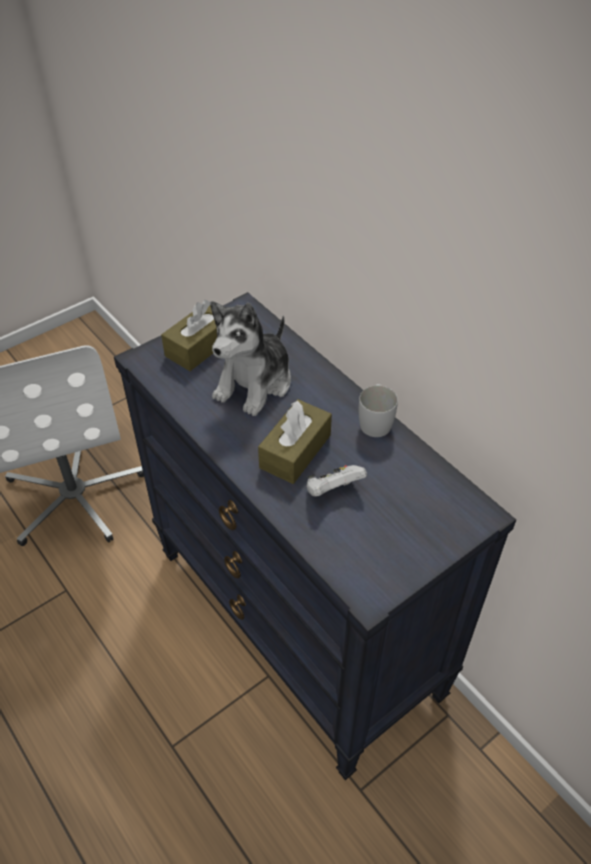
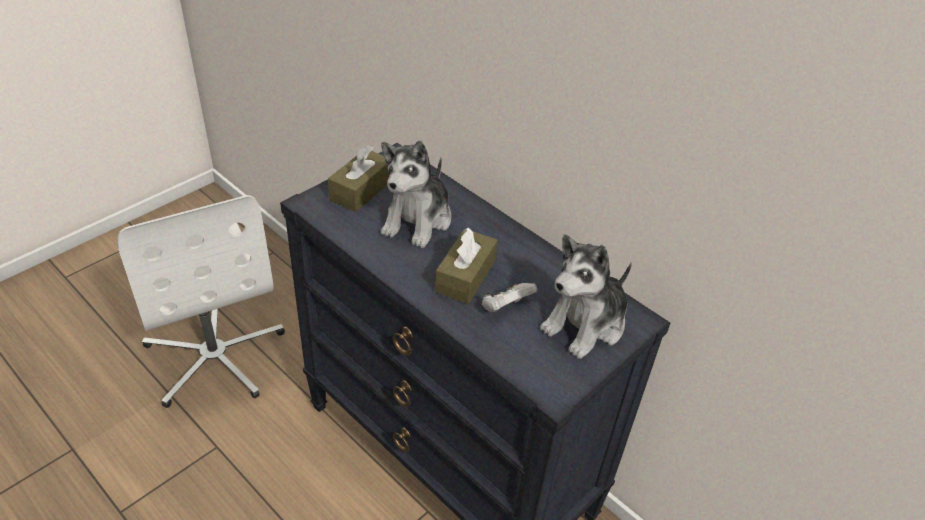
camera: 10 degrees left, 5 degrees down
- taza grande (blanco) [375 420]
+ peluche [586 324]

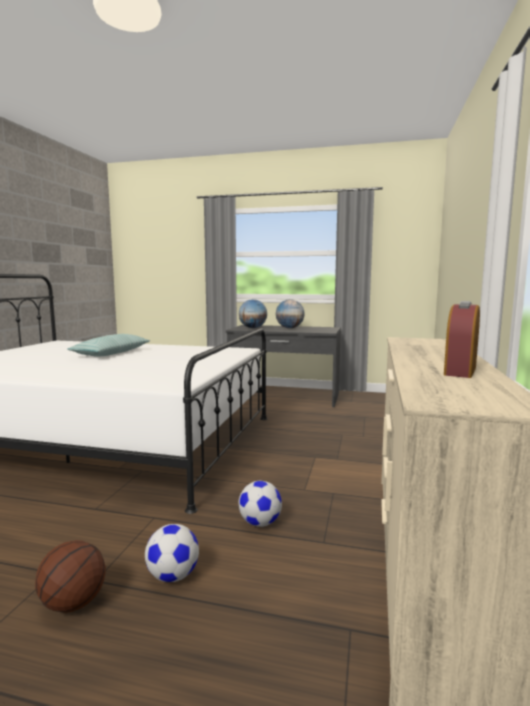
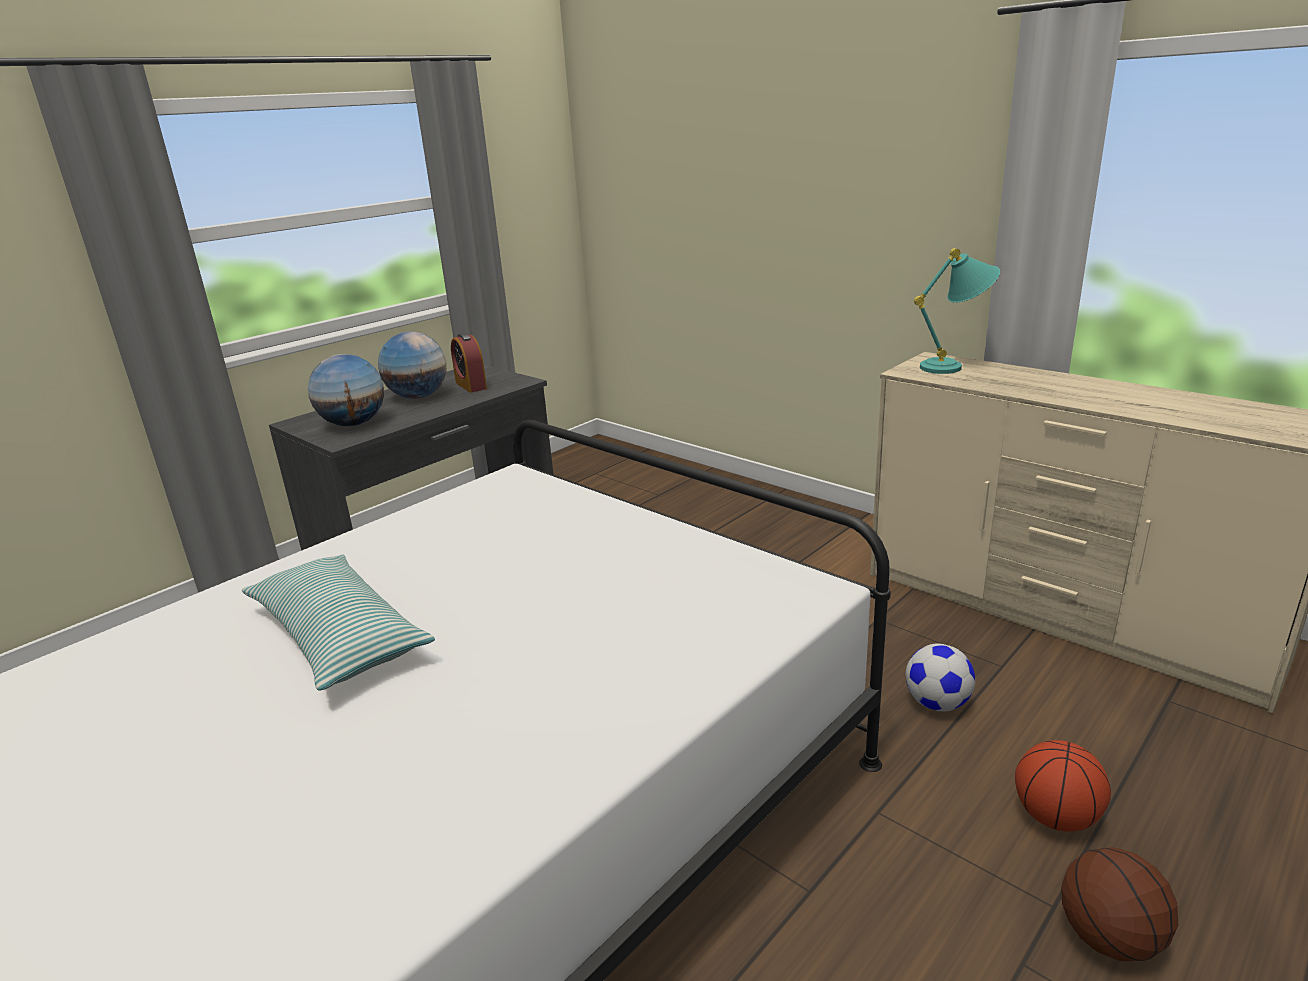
camera: 60 degrees left, 15 degrees up
~ balón de fútbol [172 576] to balón de baloncesto [1055 817]
~ despertador [460 371] to [471 385]
+ lámpara de mesa (turquesa) [955 366]

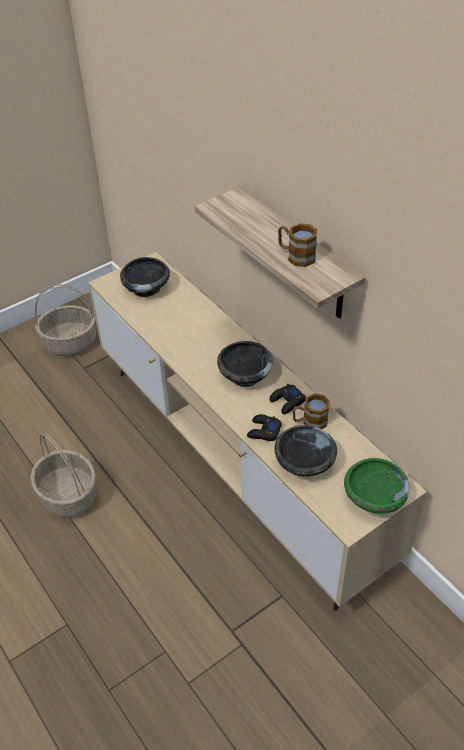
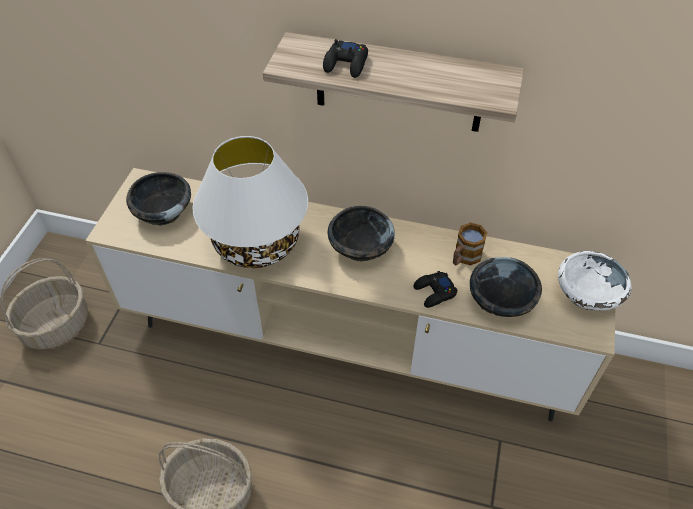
camera: 40 degrees left, 5 degrees up
~ mando de consola (negro) [287 402] to [346 64]
- taza grande [296 256]
~ cuenco (verde) [374 498] to cuenco (blanco) [586 294]
+ lámpara de mesa (blanco) [257 242]

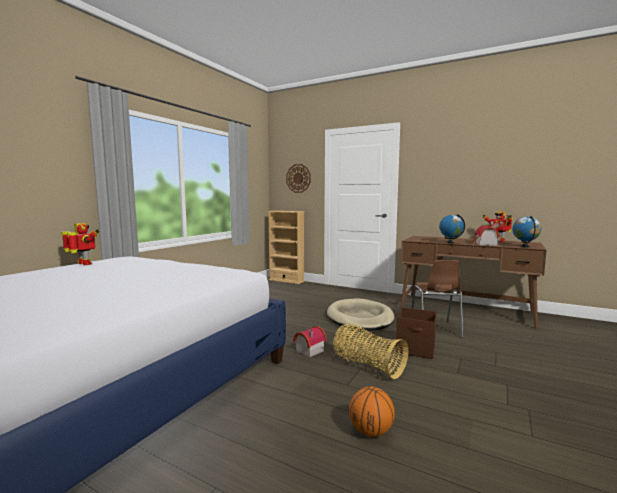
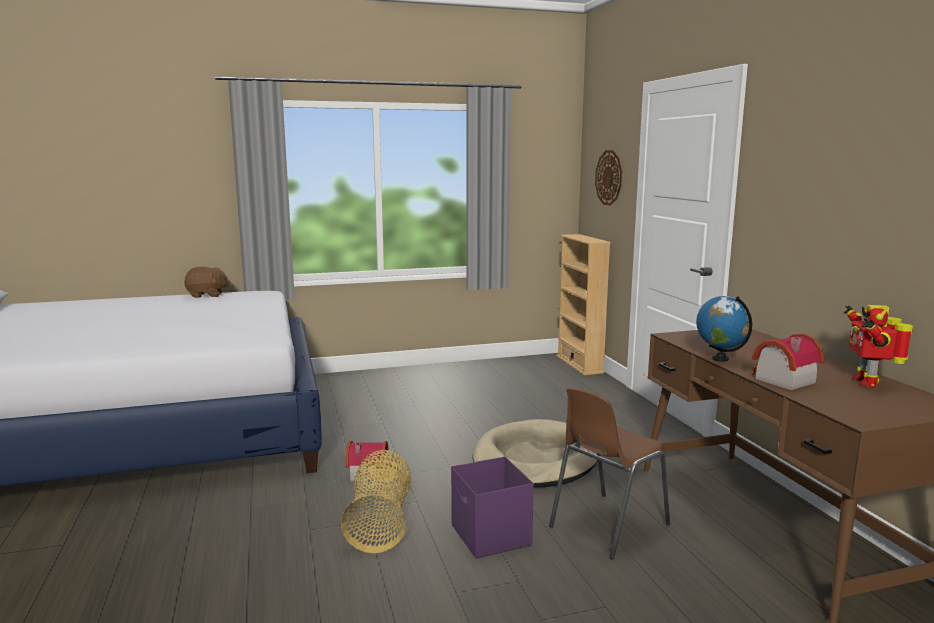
camera: 45 degrees right, 5 degrees up
~ robot de juguete [83 264] to peluche (marrón) [207 295]
- balón de baloncesto [370 431]
~ caja de almacenaje (marrón) [416 349] to caja de almacenaje (morado) [490 536]
- globo terráqueo [525 247]

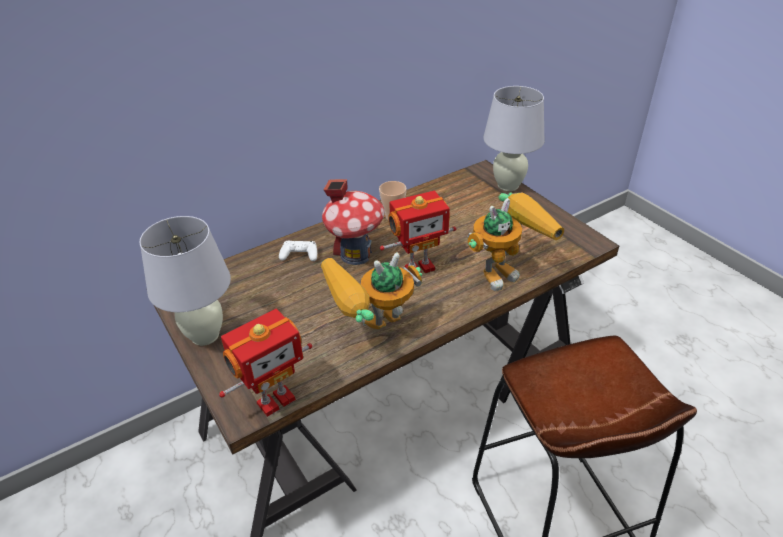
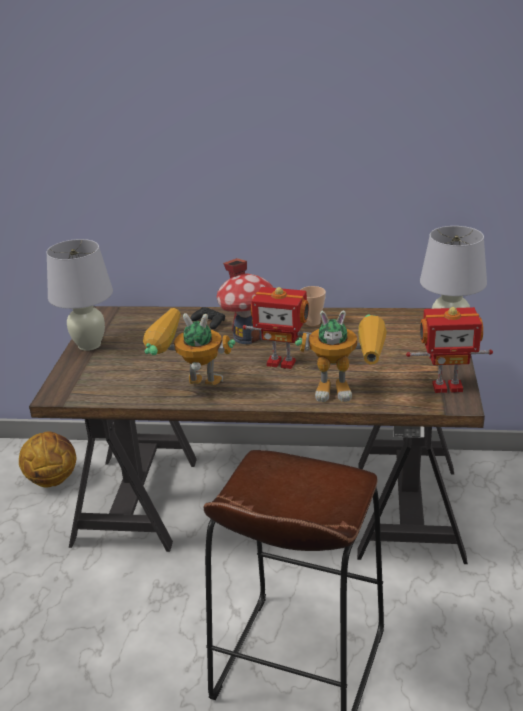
camera: 40 degrees right, 10 degrees down
~ robot de juguete [274 399] to [447 386]
~ mando de consola (blanco) [299 255] to mando de consola (negro) [209 322]
+ balón de baloncesto [52 479]

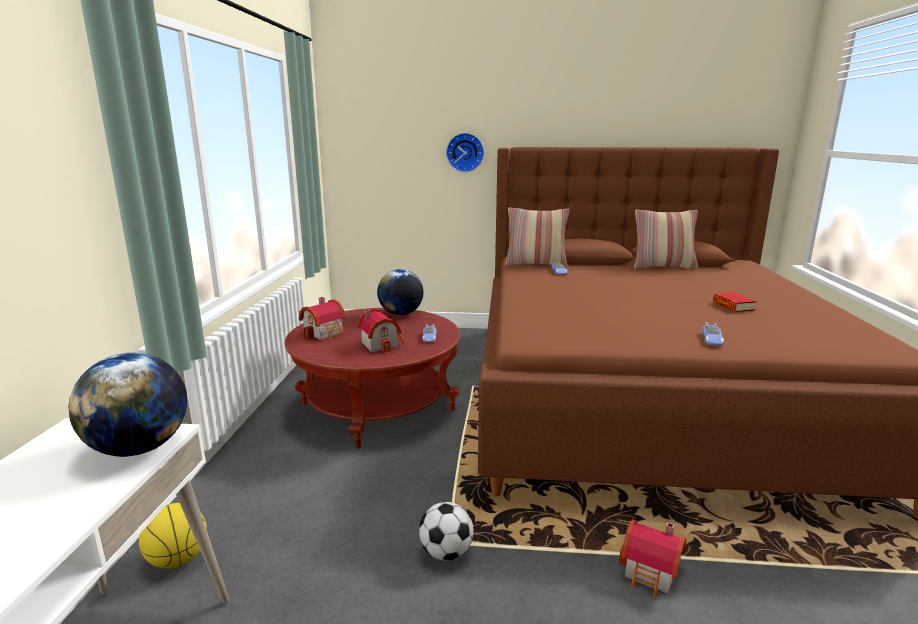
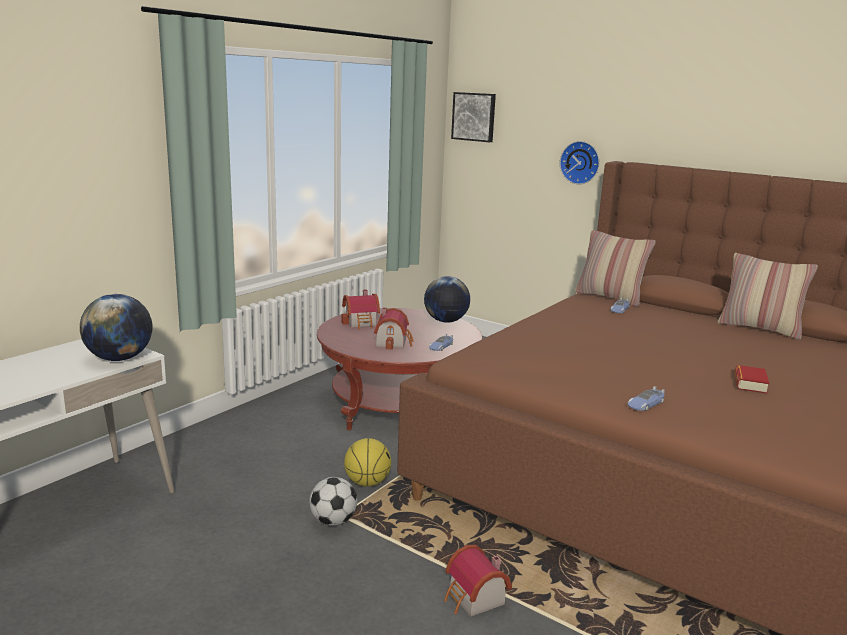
camera: 30 degrees right, 0 degrees up
~ balón de baloncesto [178 559] to [367 482]
+ cuadro [474 116]

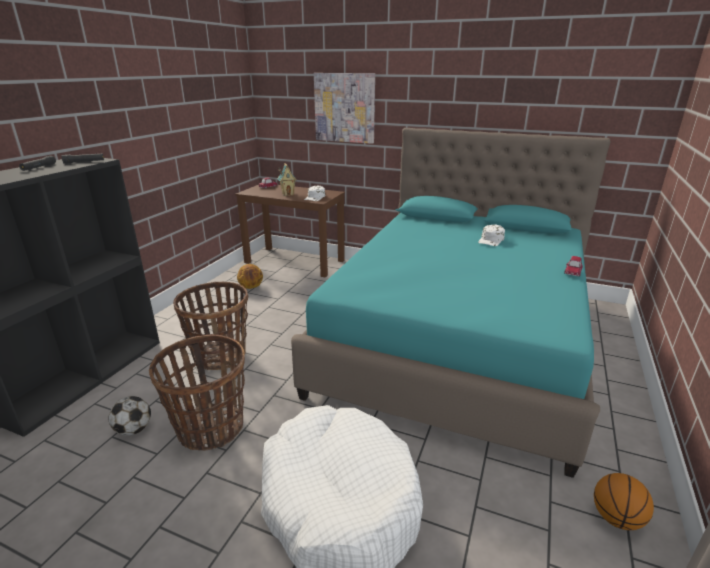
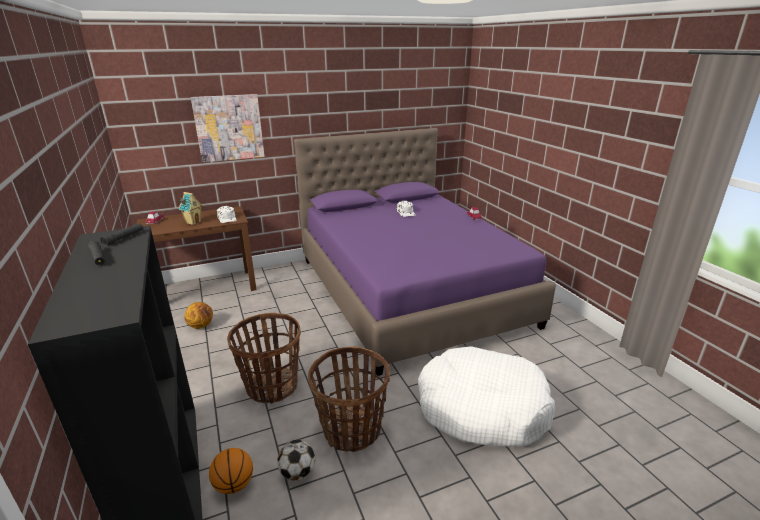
camera: 45 degrees left, 0 degrees up
~ cama (turquesa) [458 339] to cama (morado) [409 290]
~ balón de baloncesto [616 518] to [234 485]

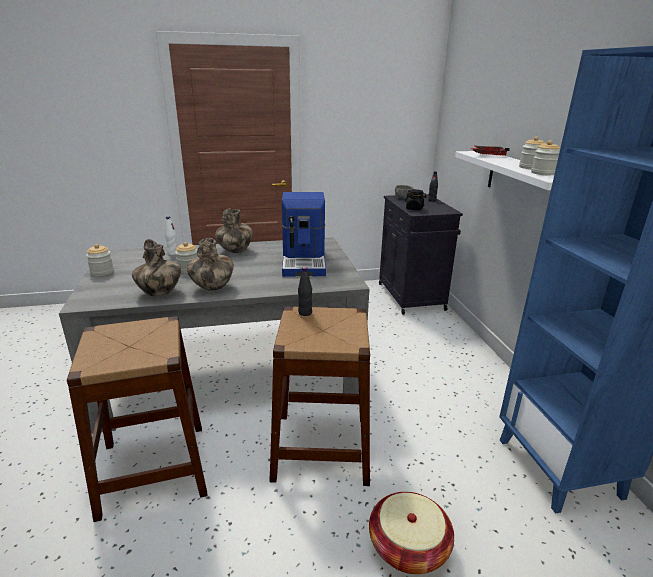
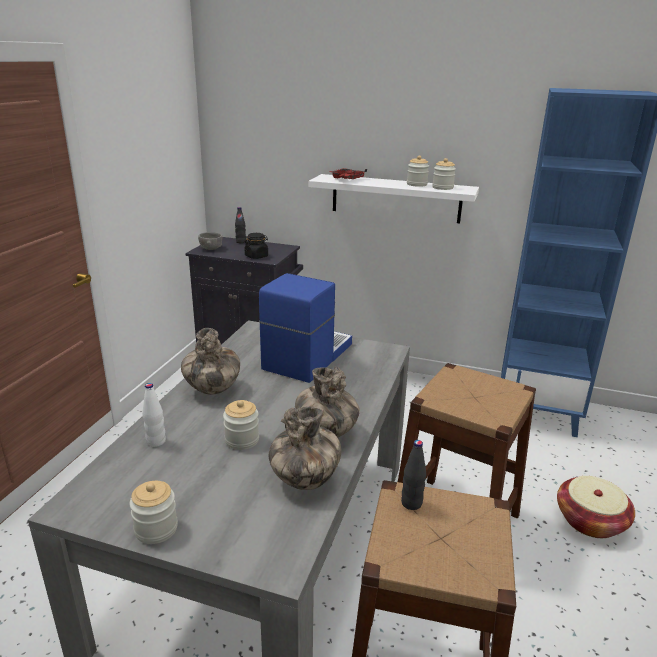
camera: 60 degrees left, 0 degrees up
~ cafetera [304 262] = [306 356] 90 degrees counterclockwise
~ botella (negro) [305 313] to [411 503]

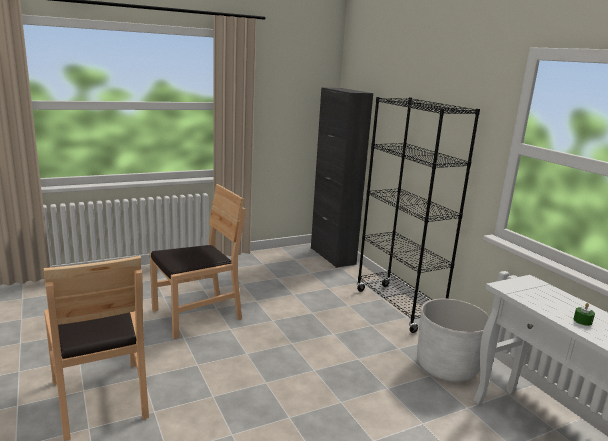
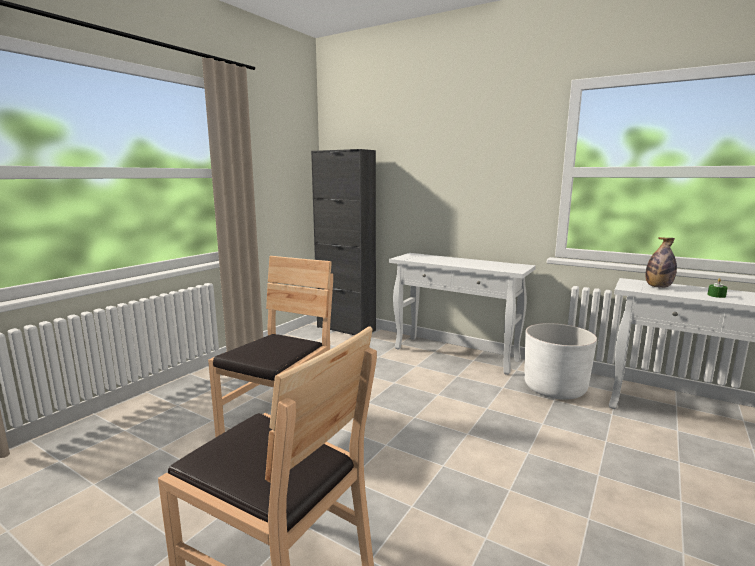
camera: 30 degrees left, 5 degrees down
~ estantería (negro) [398 307] to mesa consola (blanco) [456 354]
+ botella [658 287]

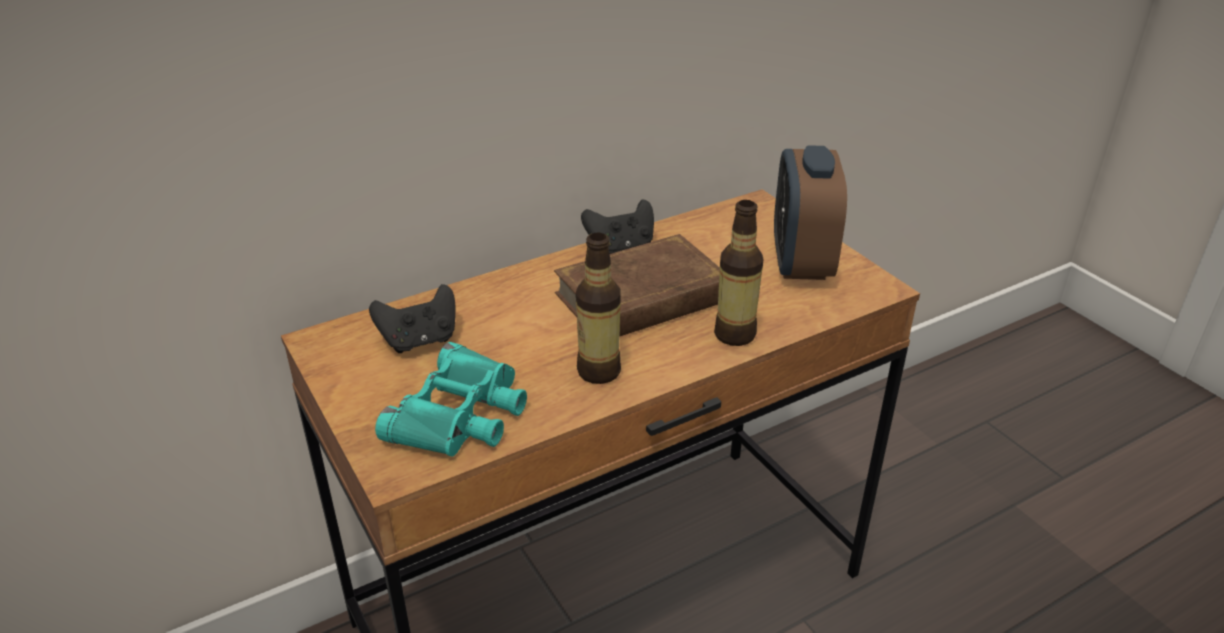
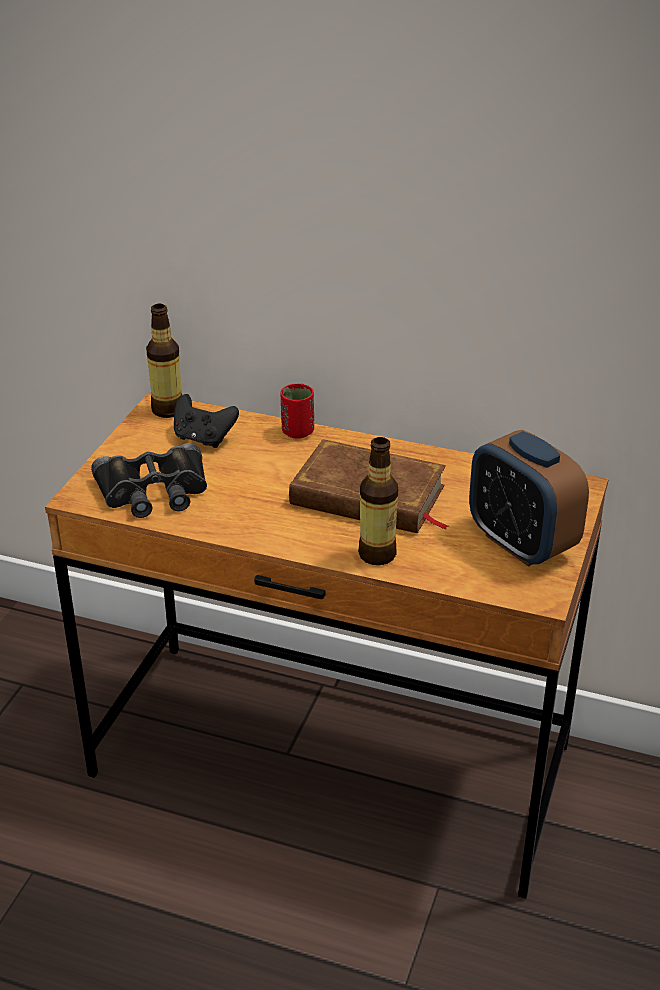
camera: 50 degrees right, 0 degrees up
~ prismáticos (turquesa) [461 414] to prismáticos (negro) [154 491]
~ botella [599 371] to [167 410]
- mando de consola (negro) [621 247]
~ despertador [801 262] = [521 543] 90 degrees counterclockwise
+ taza (rojo) [297 432]

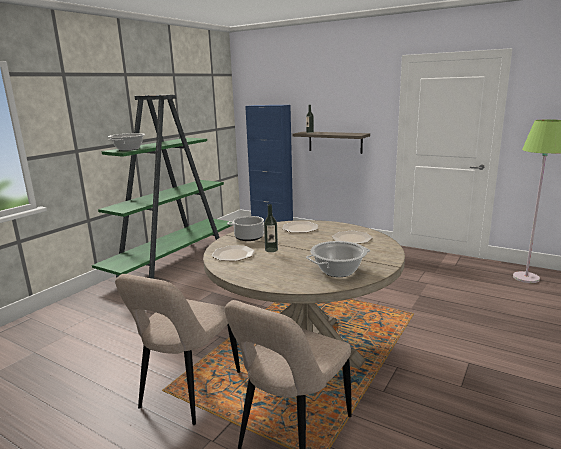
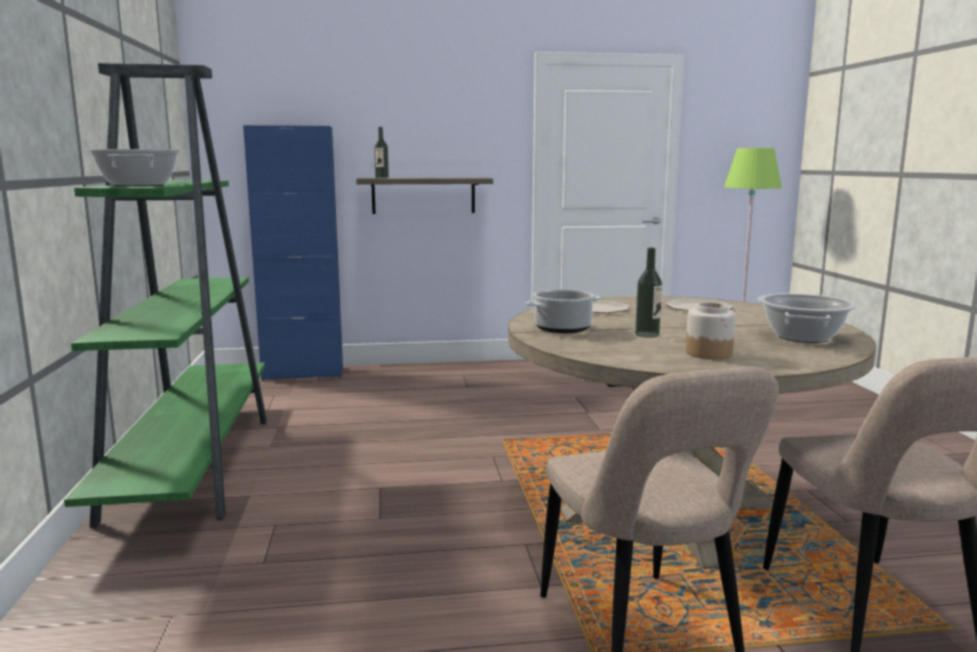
camera: 40 degrees left, 5 degrees down
- plato [233 254]
+ tarro [709 353]

